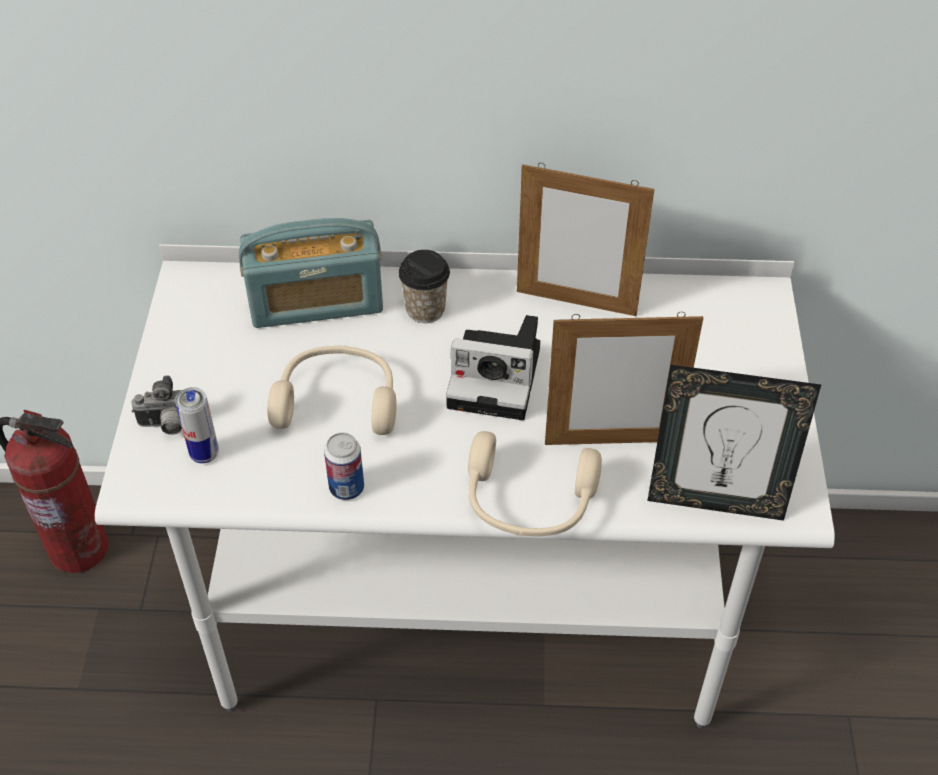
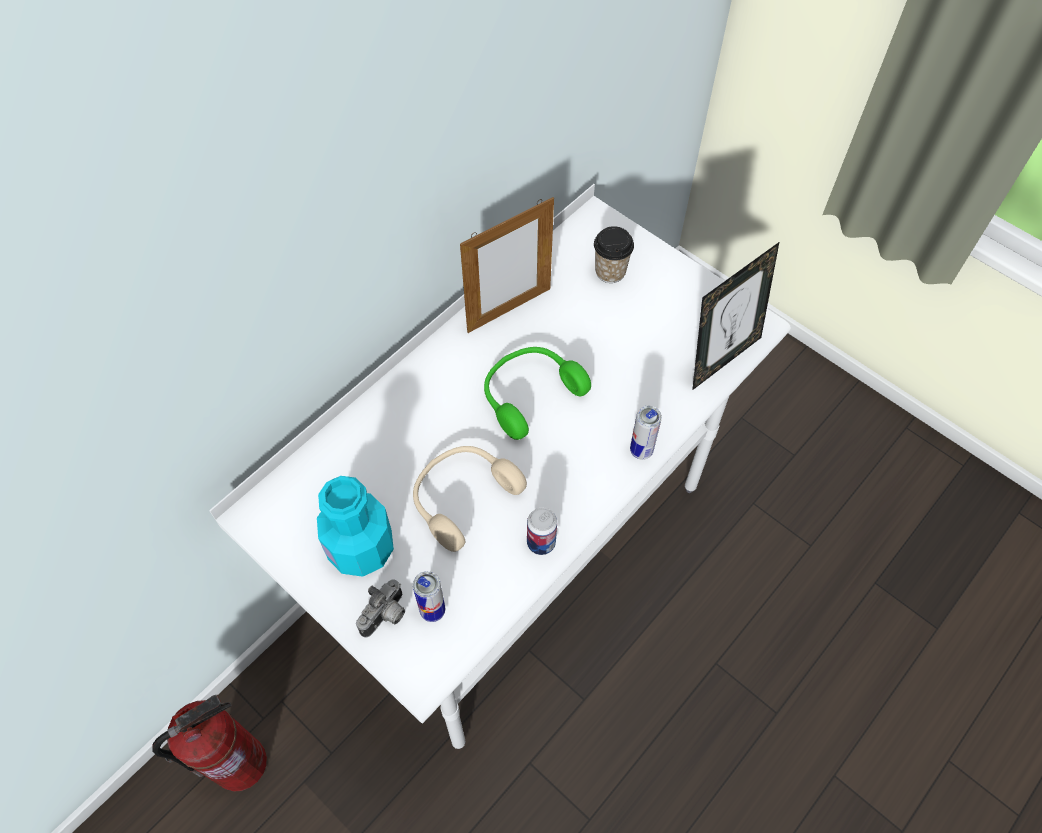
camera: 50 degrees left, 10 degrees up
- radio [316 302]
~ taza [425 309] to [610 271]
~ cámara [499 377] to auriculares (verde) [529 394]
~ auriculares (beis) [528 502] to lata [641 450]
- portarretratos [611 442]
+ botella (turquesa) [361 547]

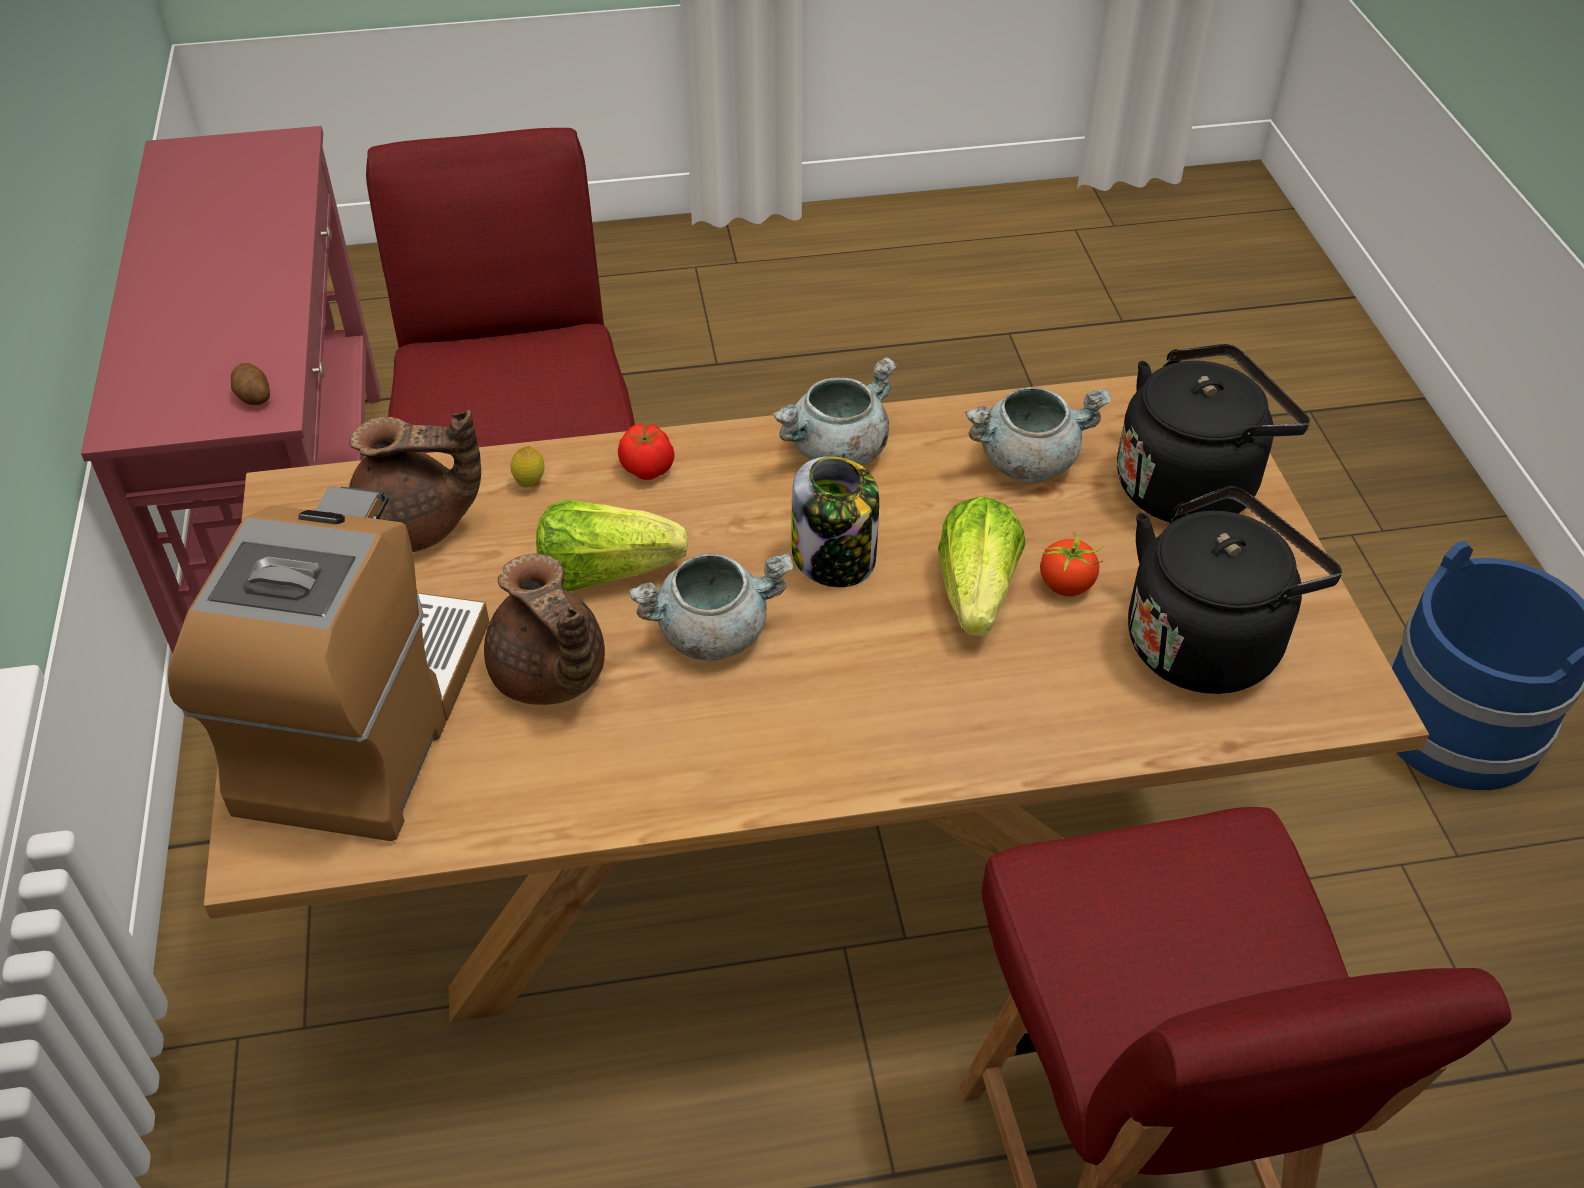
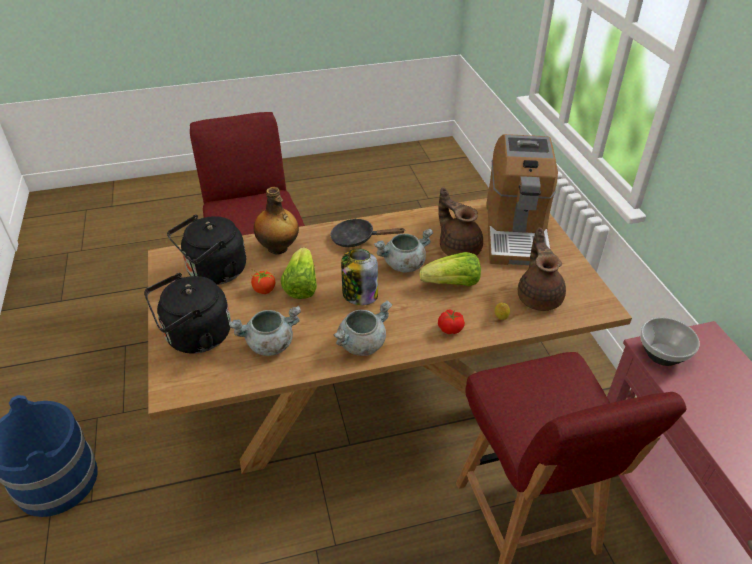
camera: 175 degrees right, 5 degrees down
~ patata [253 396] to cuenco [662 355]
~ tetera (marrón) [416 528] = [539 296] 90 degrees clockwise
+ botella [278 248]
+ sartén (negro) [357 239]

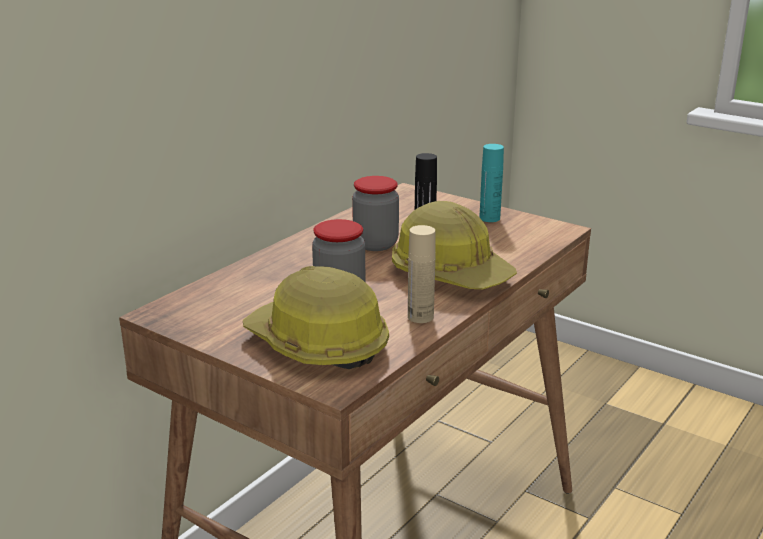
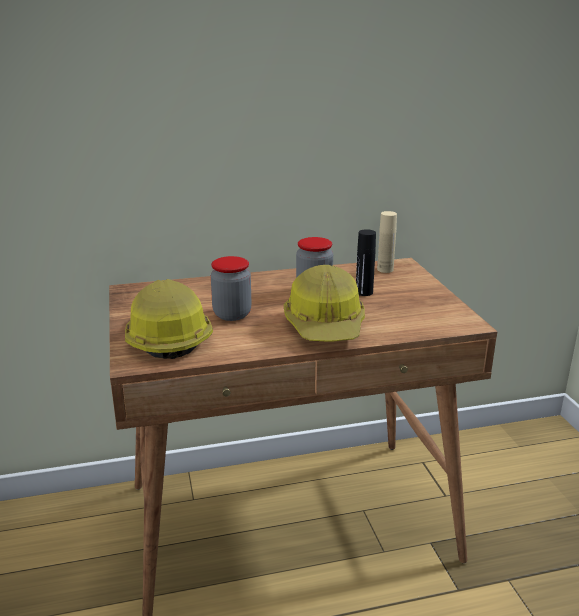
camera: 40 degrees right, 0 degrees up
~ botella (beis) [420 317] to [385 269]
- botella (turquesa) [489 218]

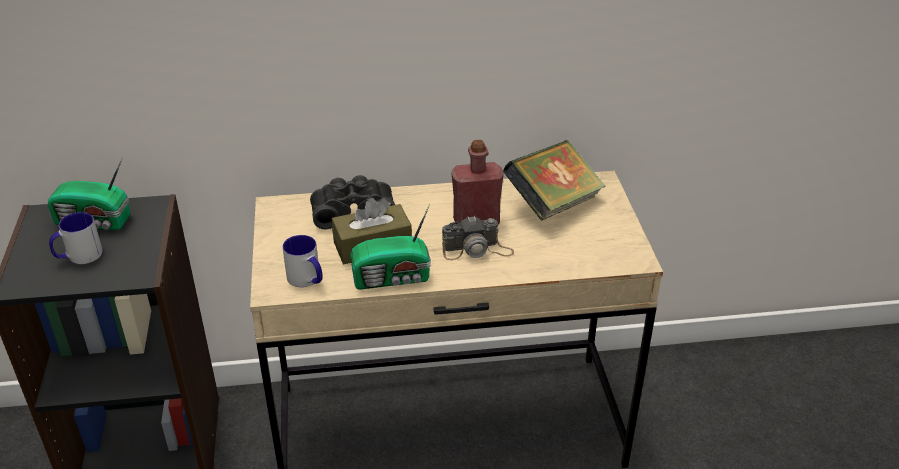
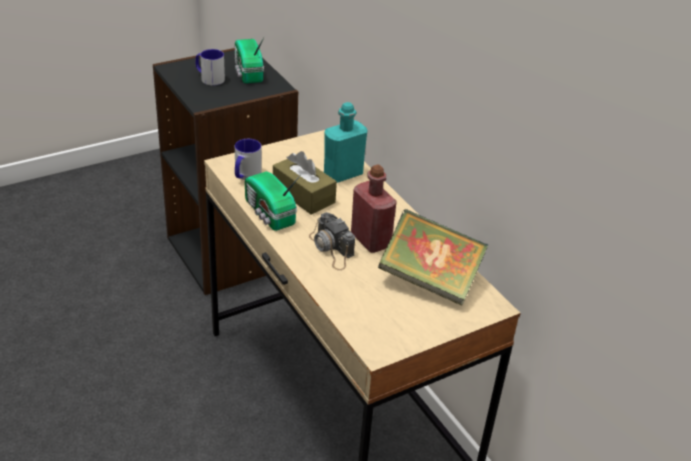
camera: 65 degrees right, 0 degrees up
~ prismáticos (negro) [352 210] to botella (turquesa) [343 174]

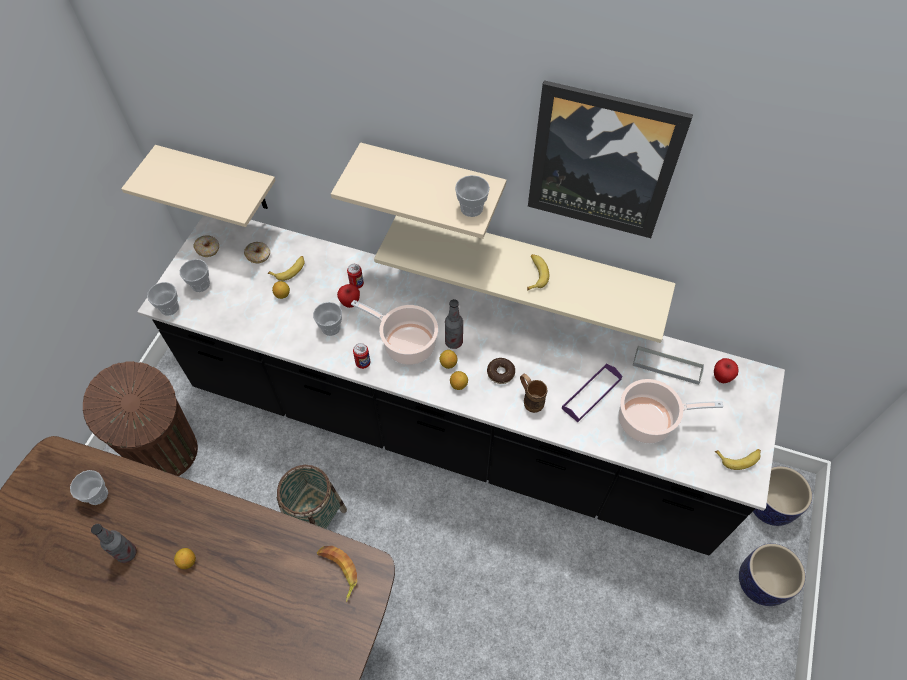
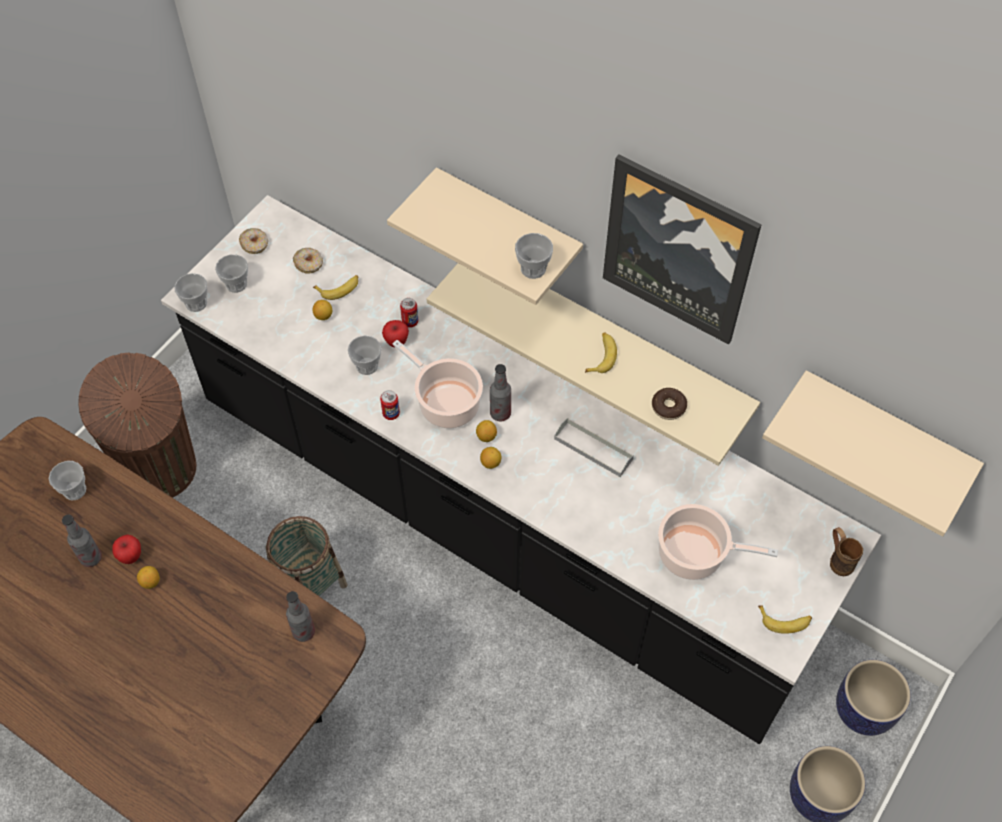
camera: 15 degrees right, 0 degrees up
~ estante (beis) [220 178] to [883 435]
~ plátano [338 571] to botella [304 632]
~ rosquilla [500 373] to [668 407]
~ taza grande (marrón) [530 399] to [838 559]
- bandeja (morado) [591 394]
~ bandeja (gris) [667 366] to [593 449]
~ manzana [721 377] to [131 557]

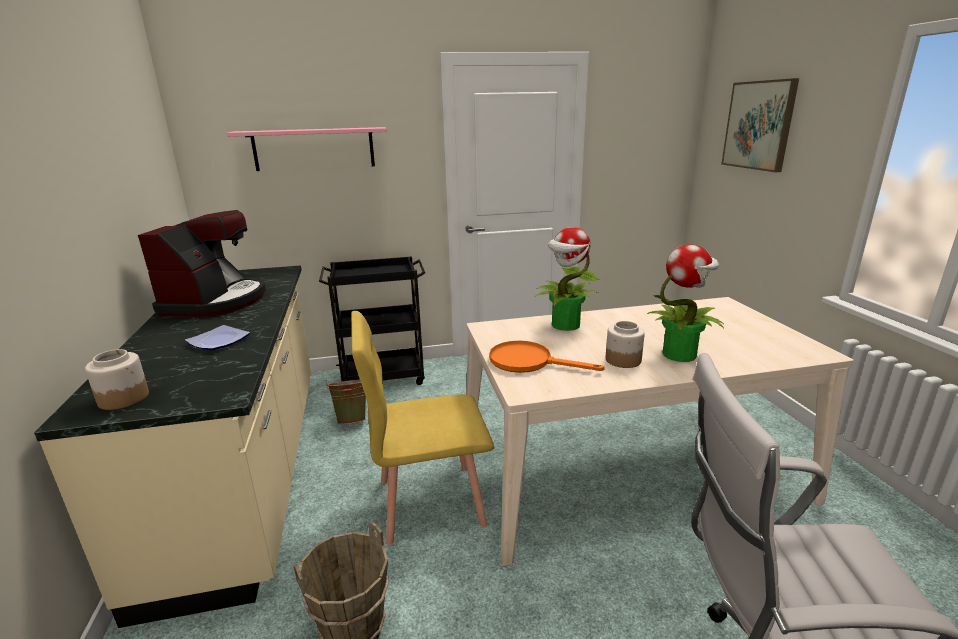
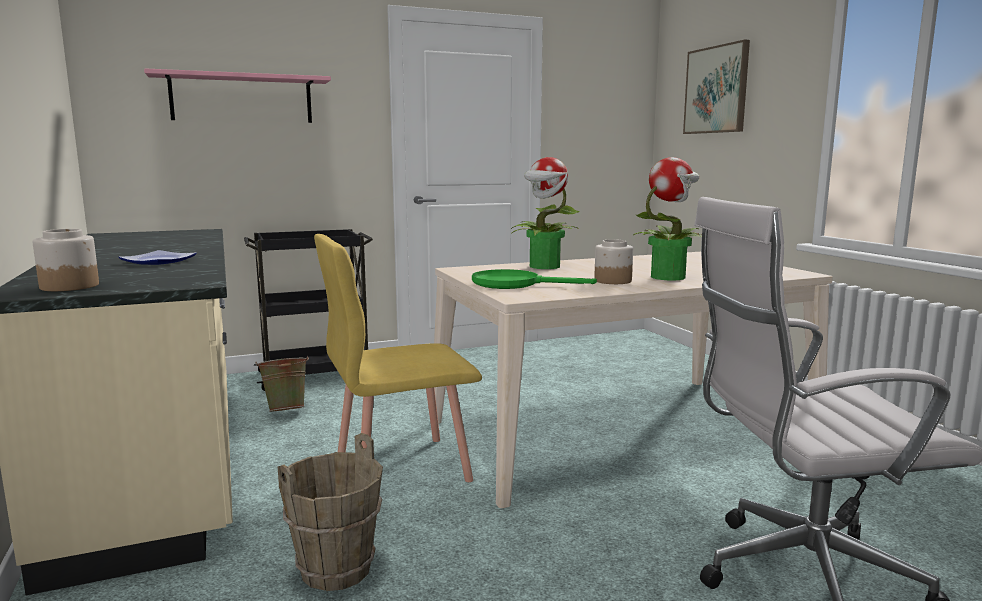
camera: 10 degrees left, 10 degrees down
- cafetera [216 301]
~ sartén (naranja) [529 362] to sartén (verde) [515 284]

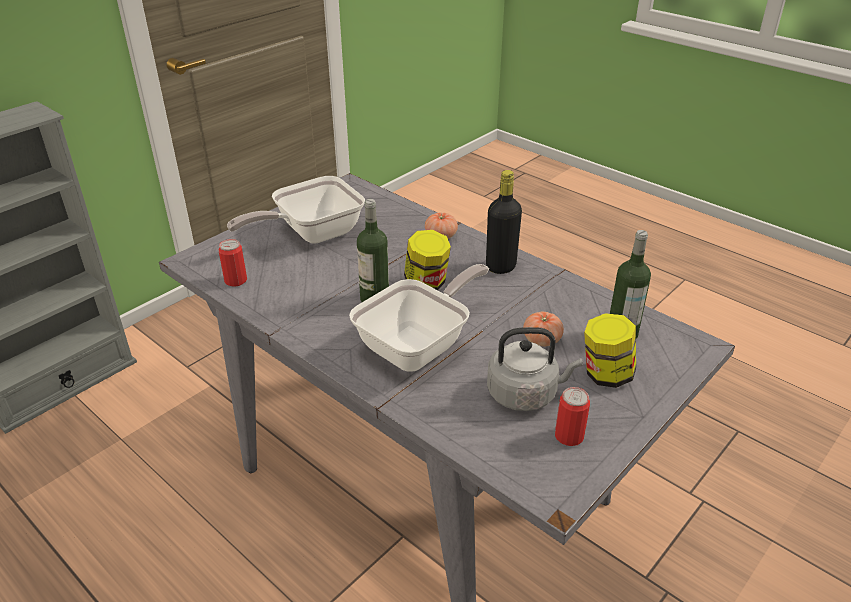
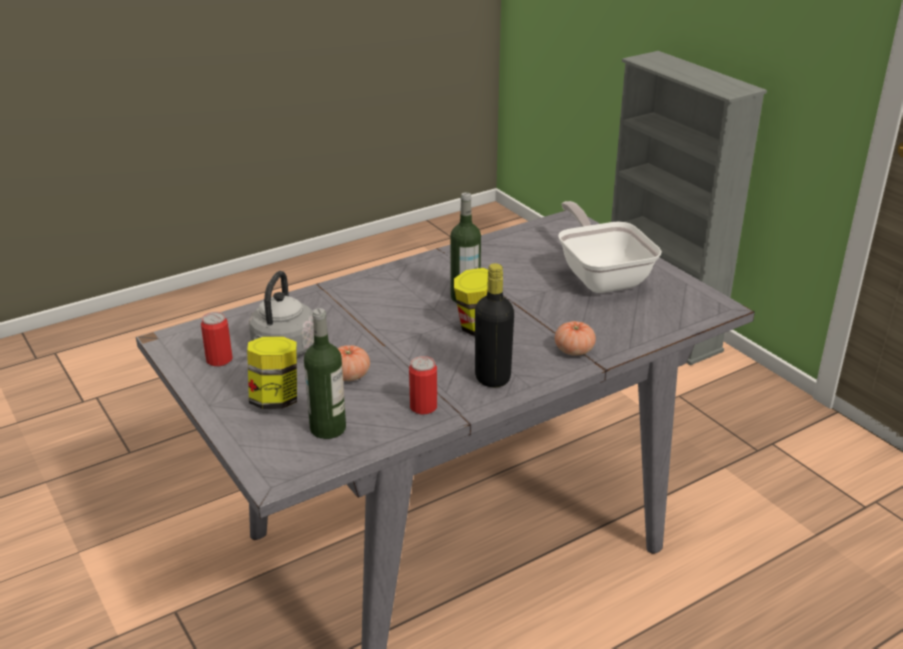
camera: 105 degrees right, 5 degrees down
~ lata [236 280] to [423 407]
- sartén [419 346]

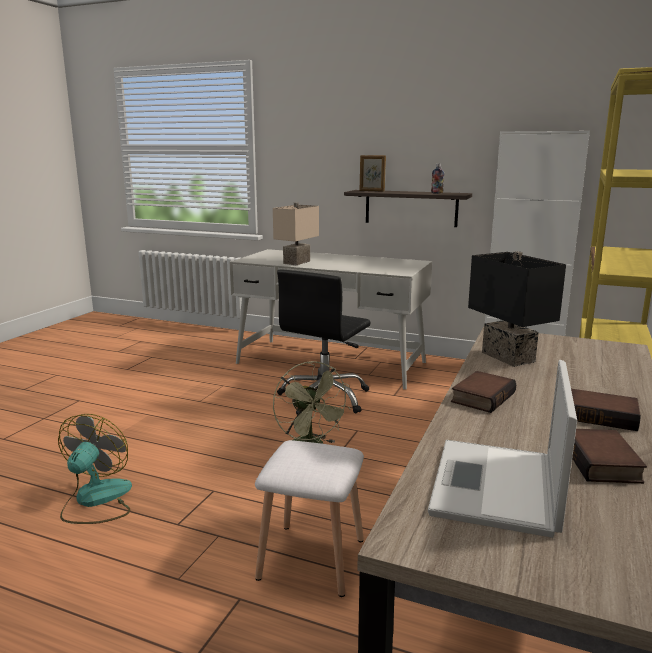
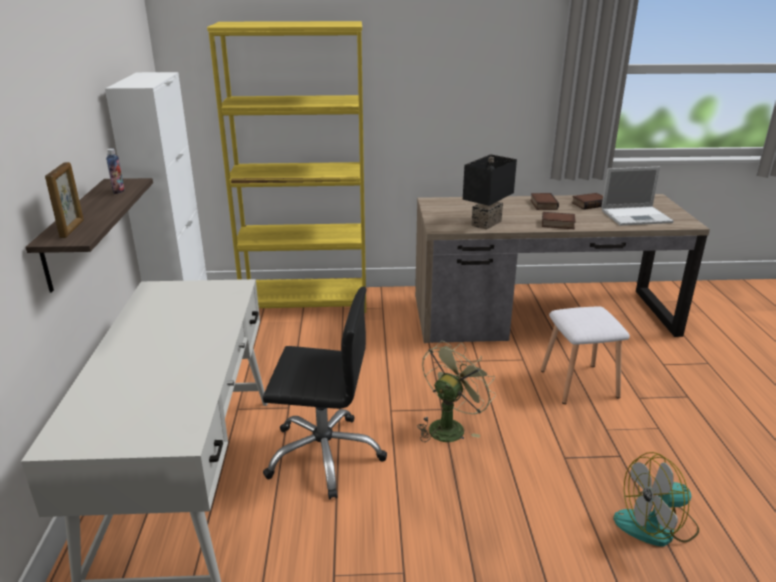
camera: 115 degrees left, 10 degrees up
- lámpara de mesa (beis) [296 262]

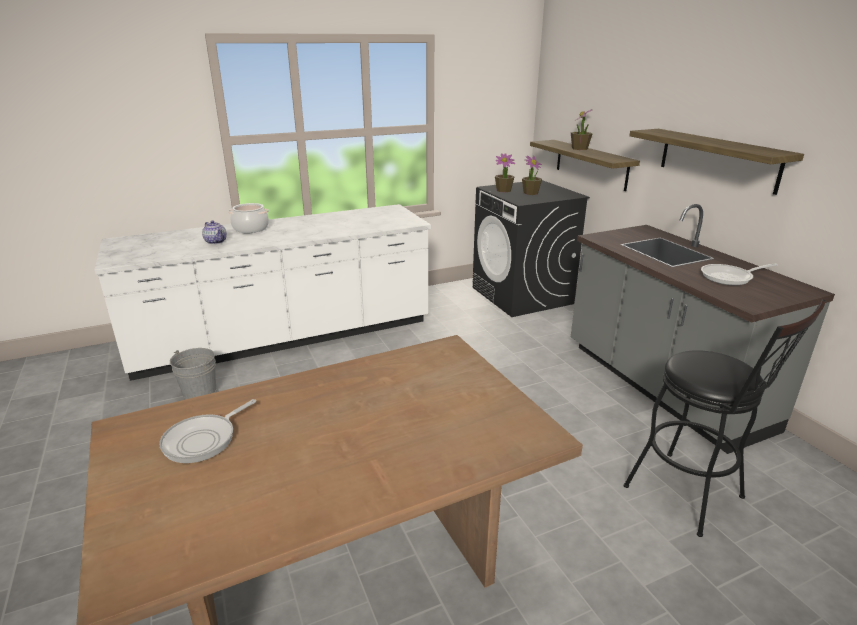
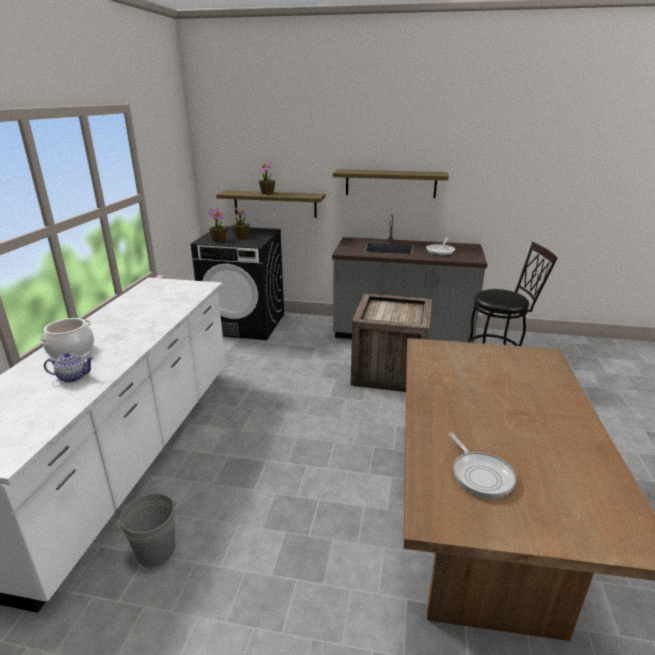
camera: 55 degrees left, 0 degrees up
+ caja de embalaje [391 372]

